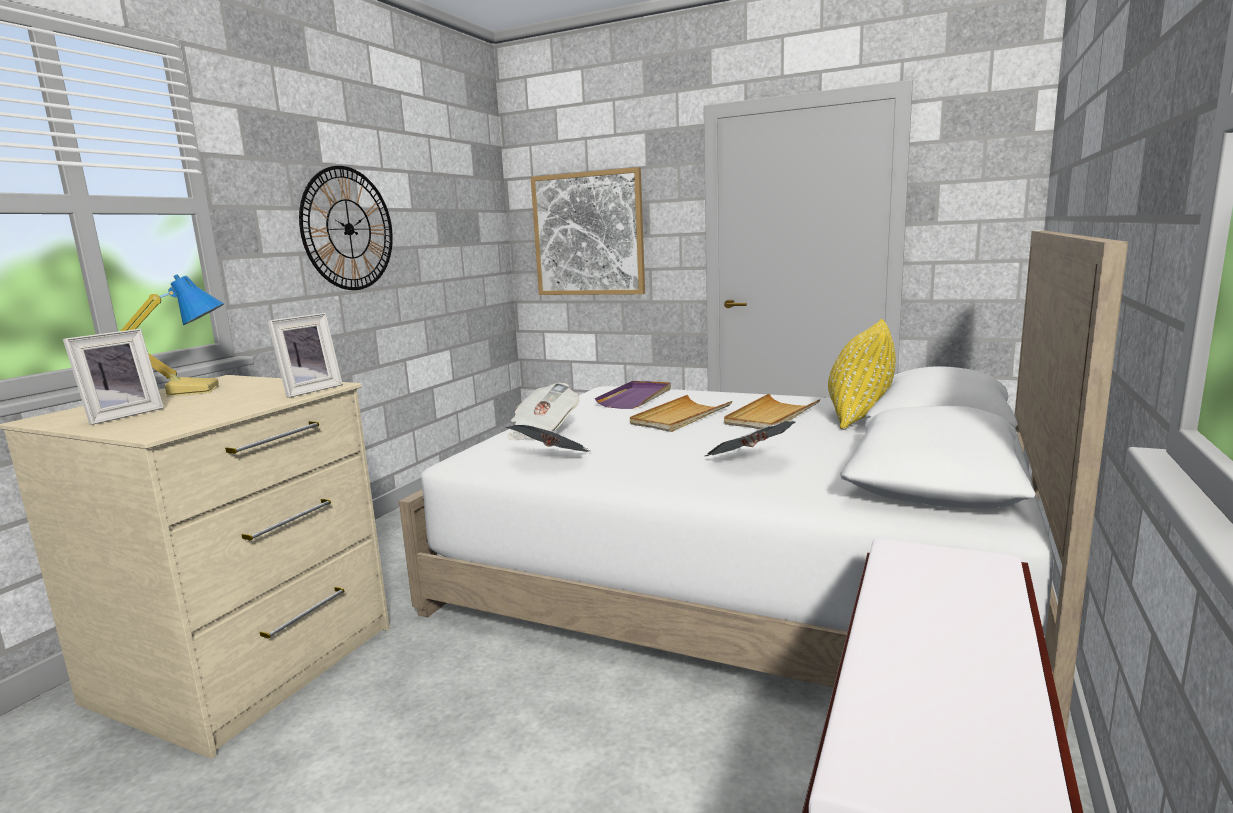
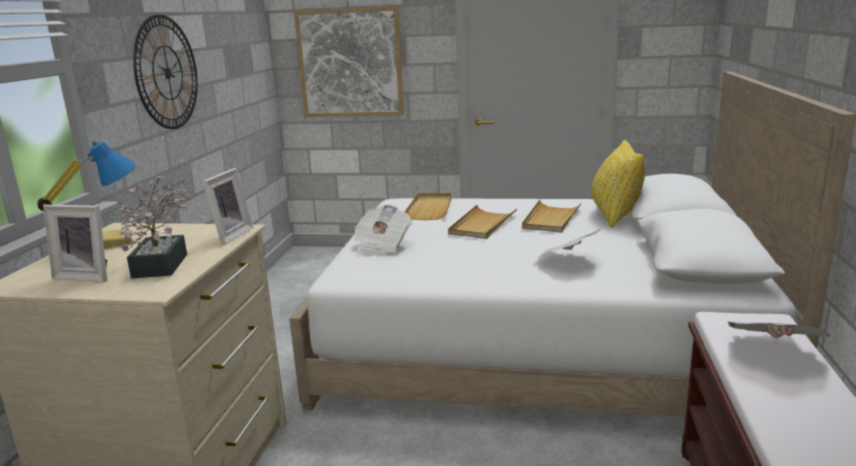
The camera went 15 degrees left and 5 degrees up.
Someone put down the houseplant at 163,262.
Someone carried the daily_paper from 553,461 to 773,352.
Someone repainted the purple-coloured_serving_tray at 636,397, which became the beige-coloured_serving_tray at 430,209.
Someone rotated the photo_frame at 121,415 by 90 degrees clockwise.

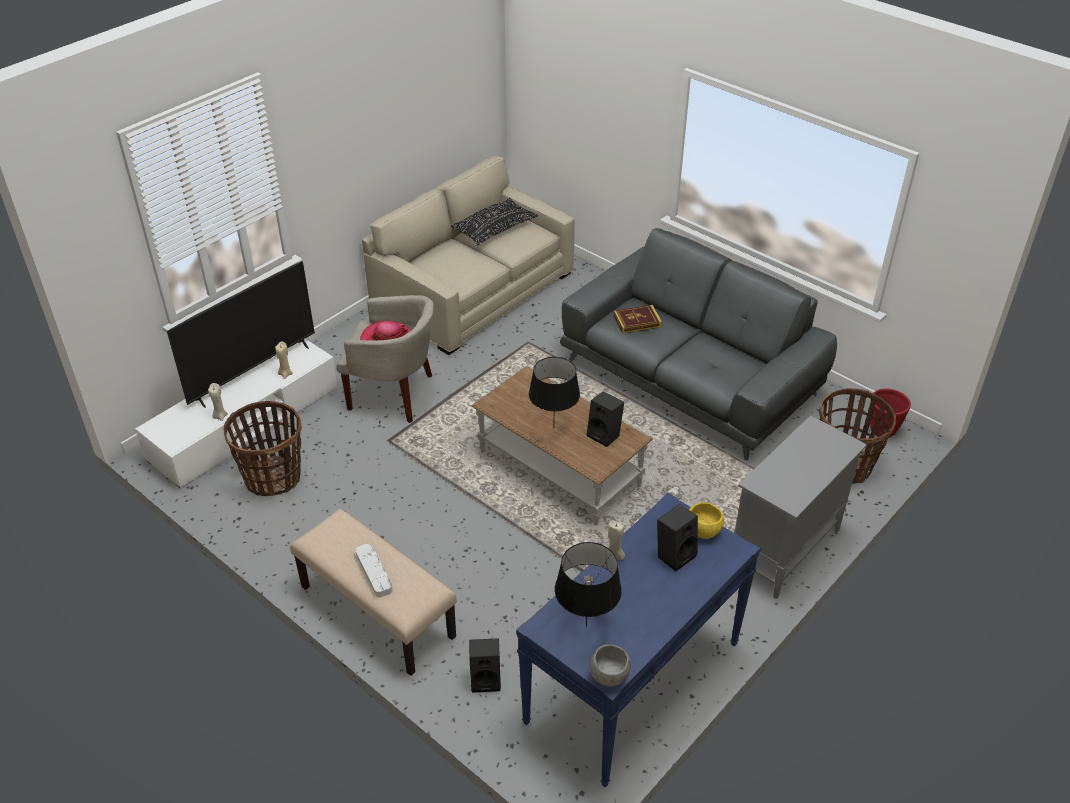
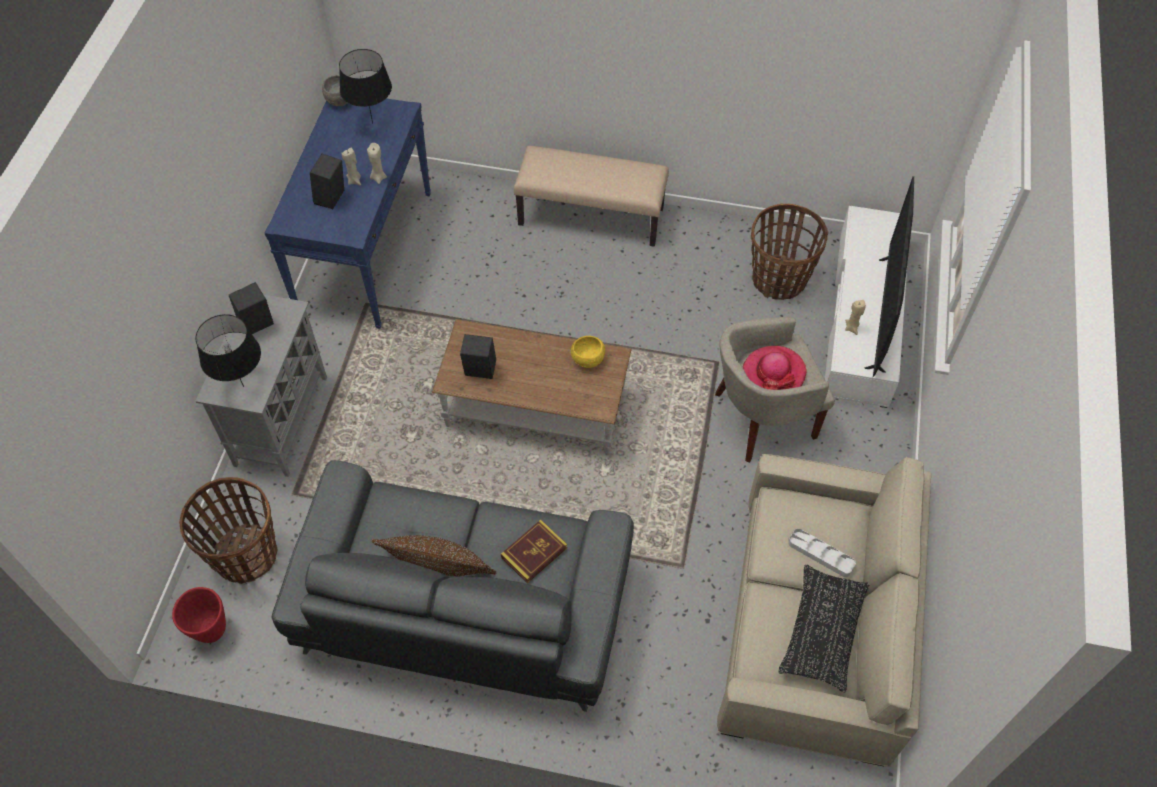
The camera went 150 degrees right and 15 degrees up.
Someone put down the brown-coloured_cushion at 438,568.
Someone carried the beige-coloured_candle from 220,416 to 354,180.
Someone carried the white_serving_tray from 374,572 to 820,554.
Someone carried the blackish_audio_speaker from 486,679 to 256,326.
Someone carried the blackish_table_lamp from 554,428 to 243,386.
Someone carried the yellow_bowl from 702,531 to 588,360.

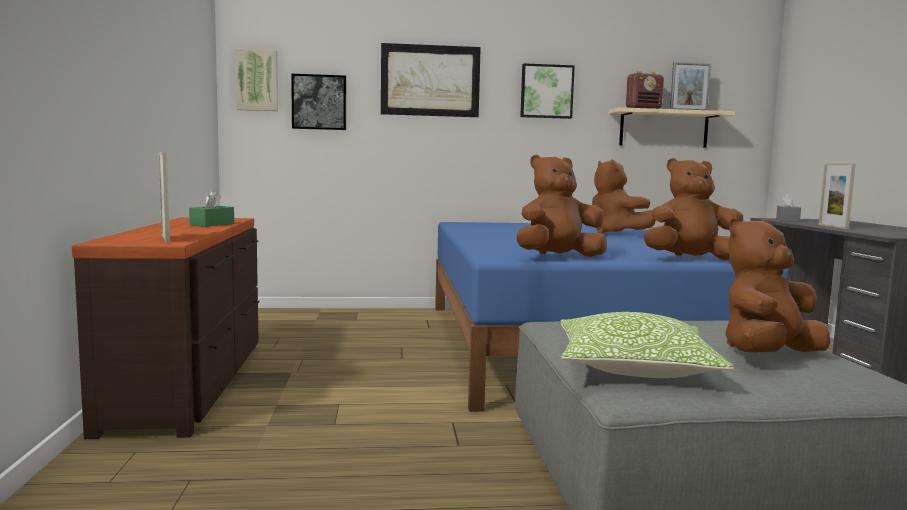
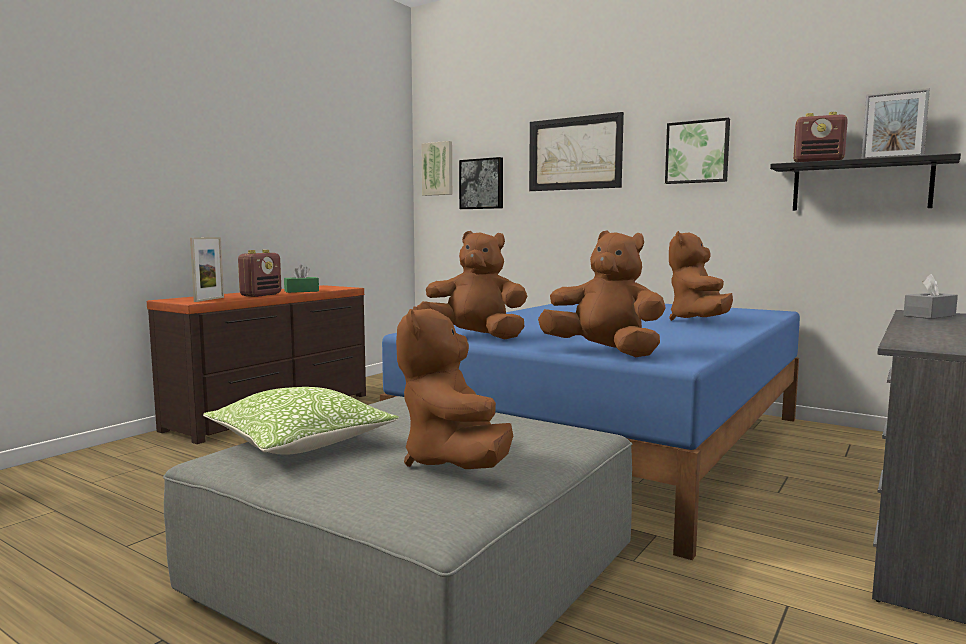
The camera went 40 degrees right and 0 degrees up.
Someone took away the photo_frame at 833,226.
Someone put down the radio_receiver at 261,295.
Someone repainted the beige-coloured_shelf at 663,129, which became the blackish_shelf at 860,186.
Someone rotated the brown-coloured_plush_toy at 768,356 by 105 degrees counterclockwise.

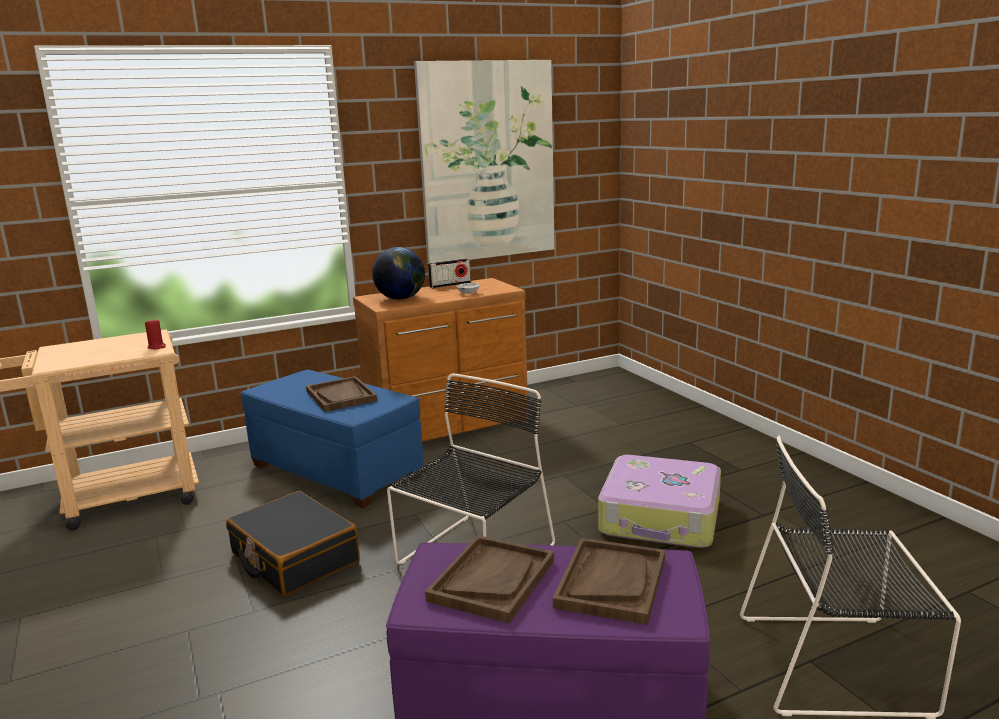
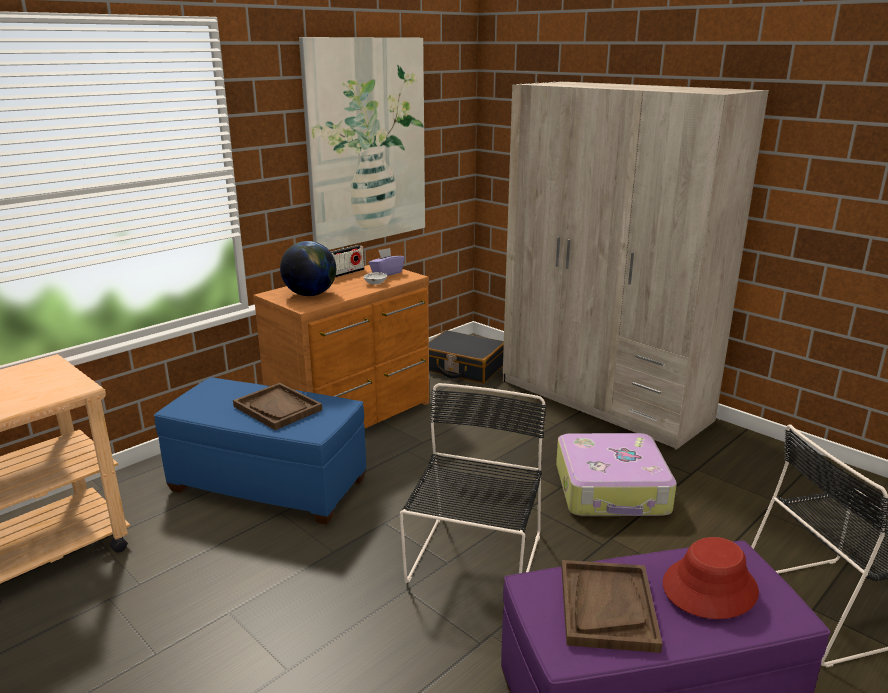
The camera went 20 degrees left and 5 degrees up.
Someone took away the red_candle at 157,347.
Someone put down the purple-coloured_tissue_holder at 386,273.
Someone put down the beige-coloured_armoire at 603,400.
Someone carried the blackish_suitcase from 294,558 to 463,367.
Someone swapped the brown-coloured_serving_tray at 611,582 for the red_clothing_hat at 709,587.

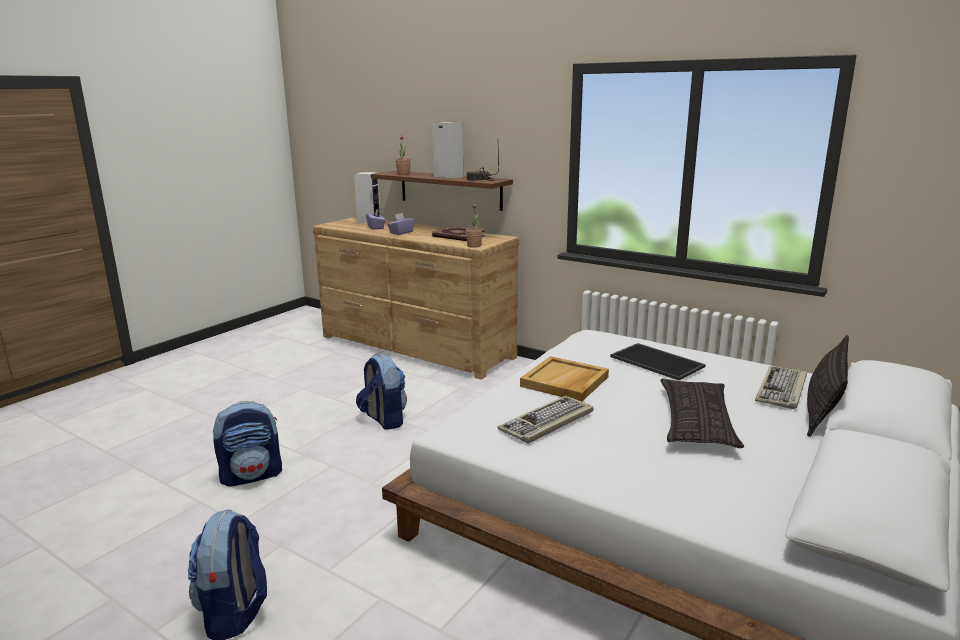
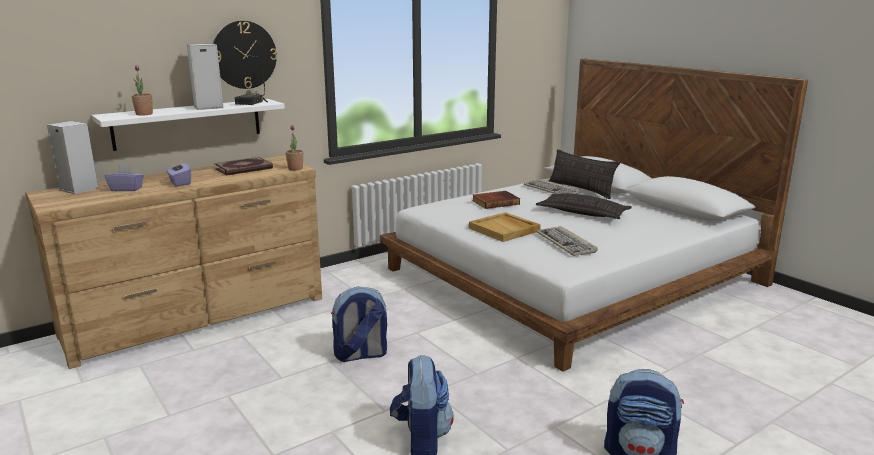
The camera went 70 degrees left and 0 degrees up.
Someone put up the hanging_clock at 244,55.
Someone swapped the serving_tray at 658,361 for the book at 495,202.
Someone repainted the brown-coloured_shelf at 450,190, which became the white_shelf at 188,124.

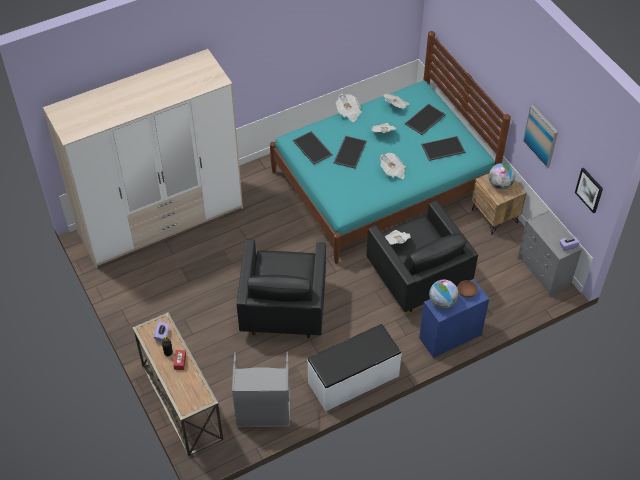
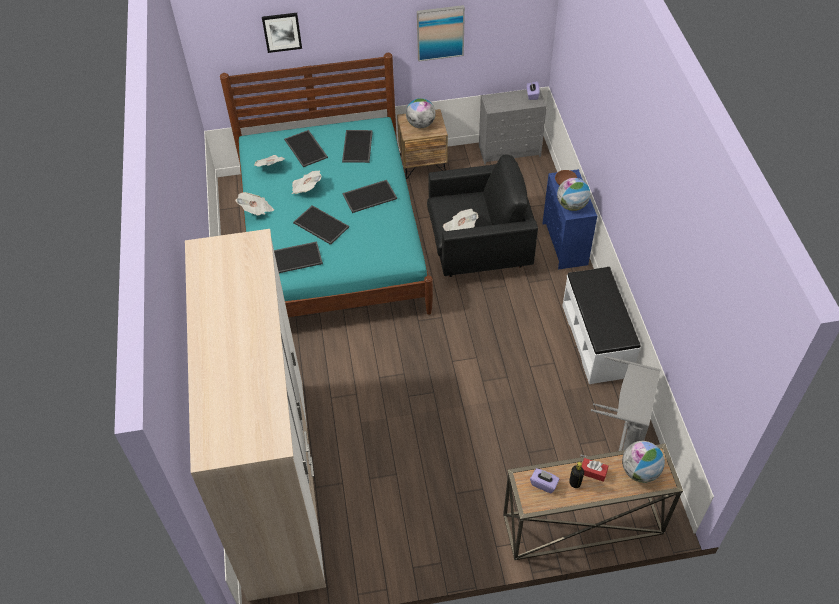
The camera went 70 degrees left and 0 degrees up.
Someone took away the blackish_easy_chair at 283,308.
Someone put down the world_globe at 640,471.
Someone carried the wall_picture from 589,190 to 282,32.
Someone swapped the daily_paper at 393,171 for the serving_tray at 370,196.

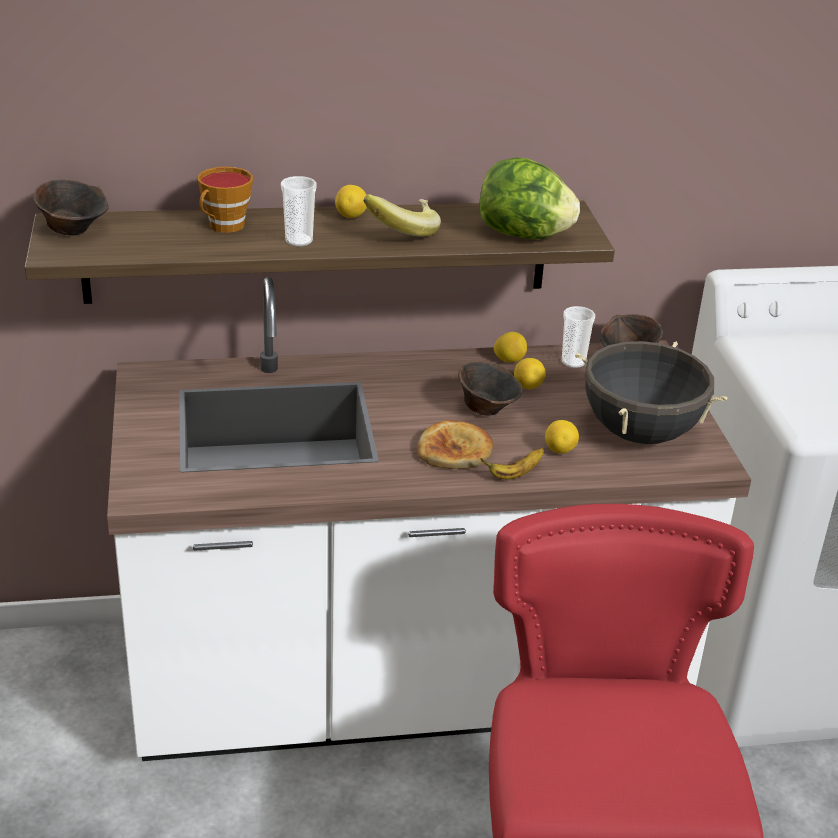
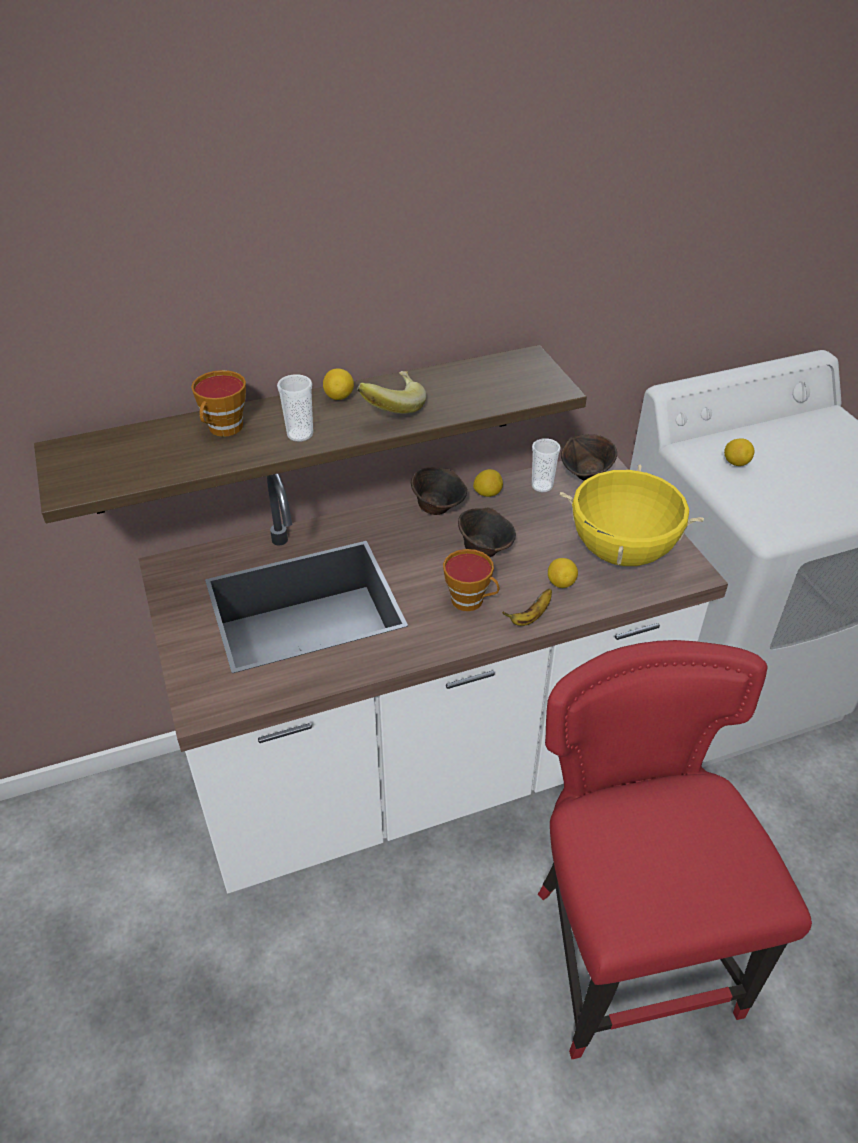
The camera went 10 degrees left and 10 degrees up.
Someone took away the head_of_lettuce at 523,235.
Someone carried the brown-coloured_bowl from 73,230 to 438,507.
Someone carried the whole_lemon from 528,386 to 736,463.
Someone swapped the bread at 455,450 for the small_cup at 471,601.
Someone repainted the blackish_cooking_pot at 640,433, which became the yellow_cooking_pot at 621,552.

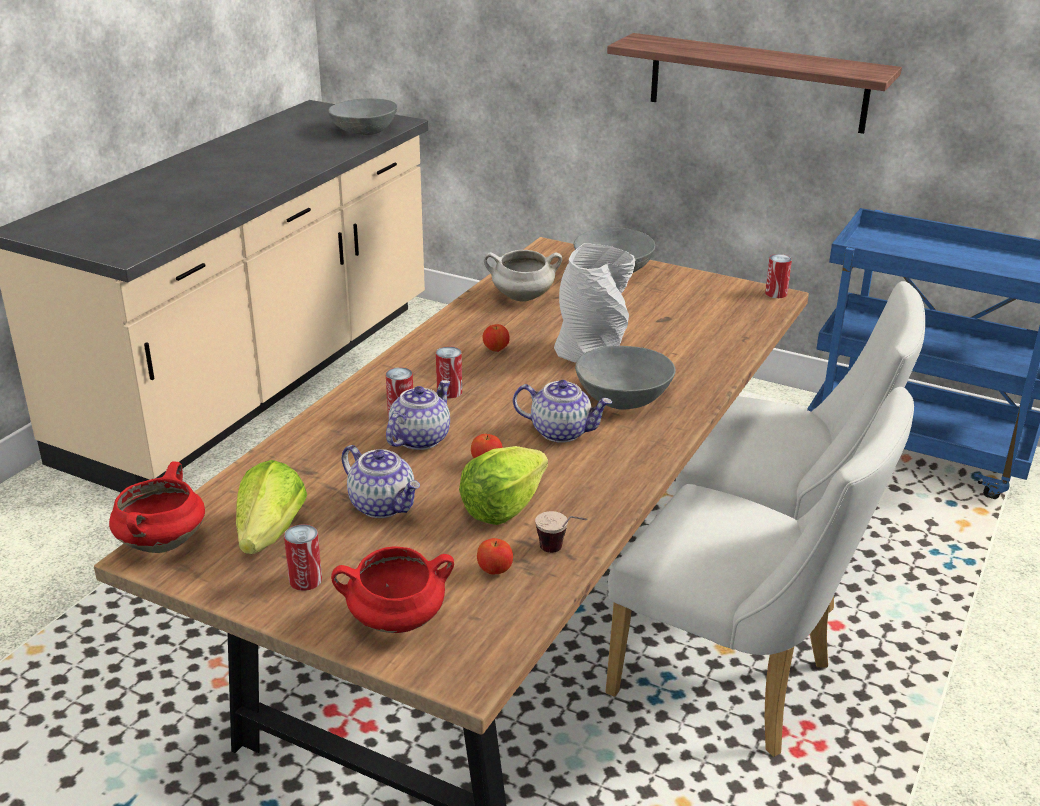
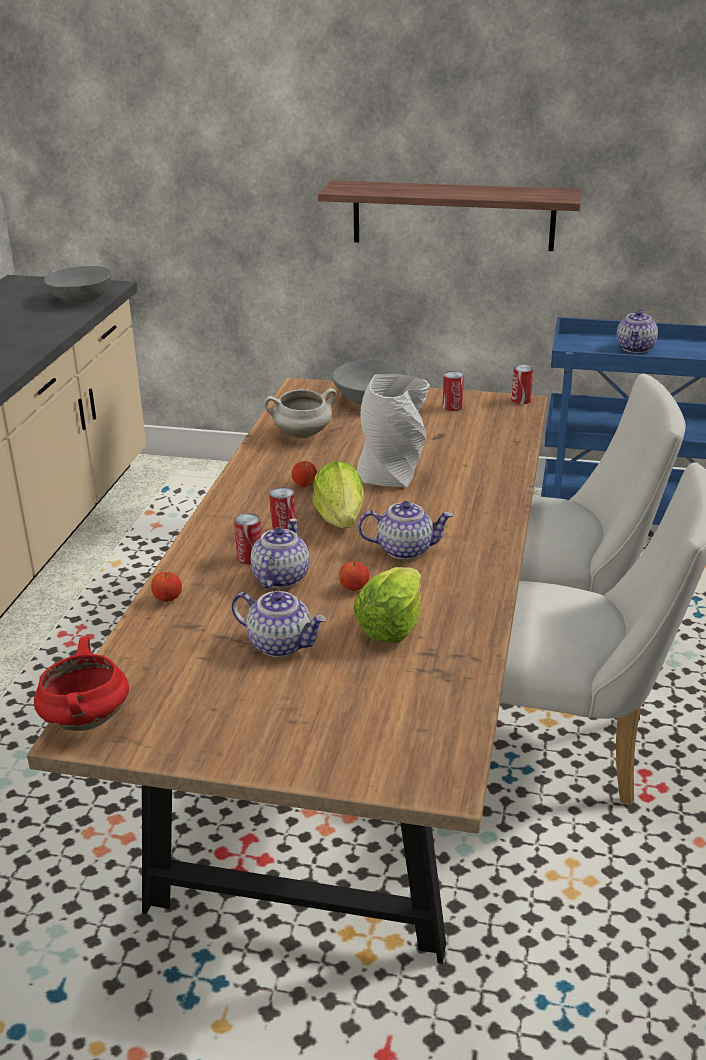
The camera went 15 degrees left and 0 degrees up.
Someone took away the red_cooking_pot at 395,622.
Someone took away the small_cup at 561,552.
Someone took away the greyish_bowl at 624,398.
Someone put down the teapot at 636,348.
Someone carried the head_of_lettuce from 270,535 to 340,519.
Someone carried the can from 305,580 to 452,407.
Someone carried the whole_apple from 495,571 to 168,599.

